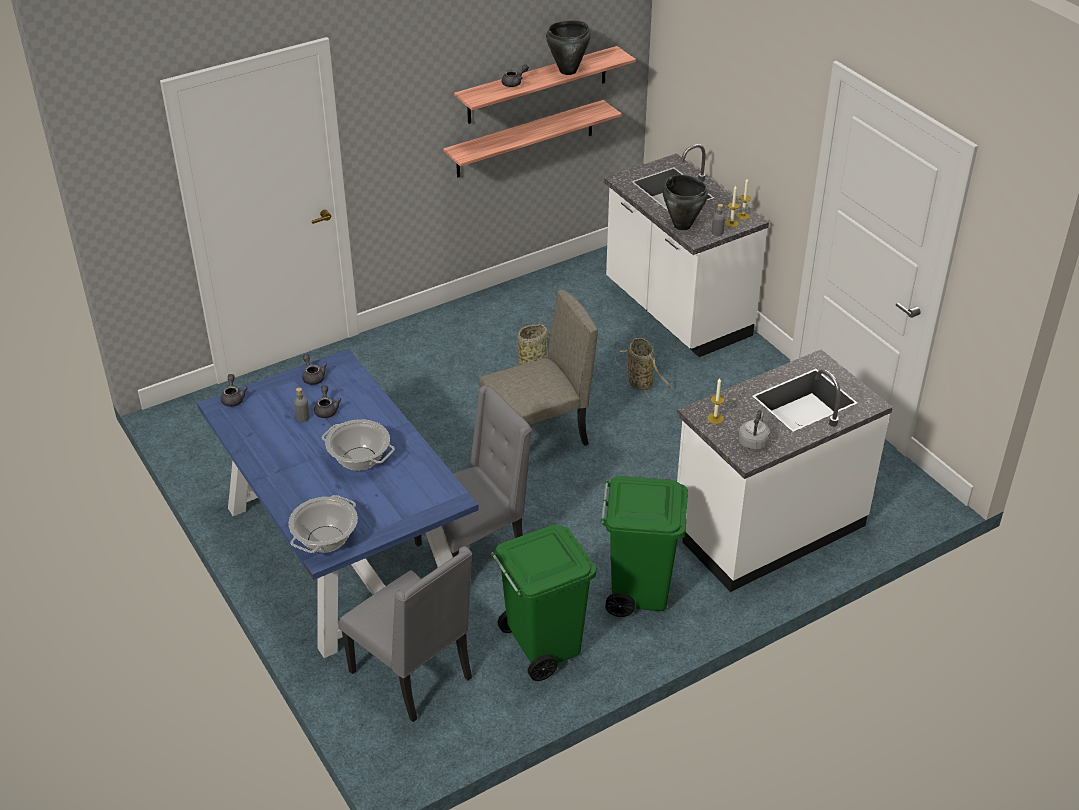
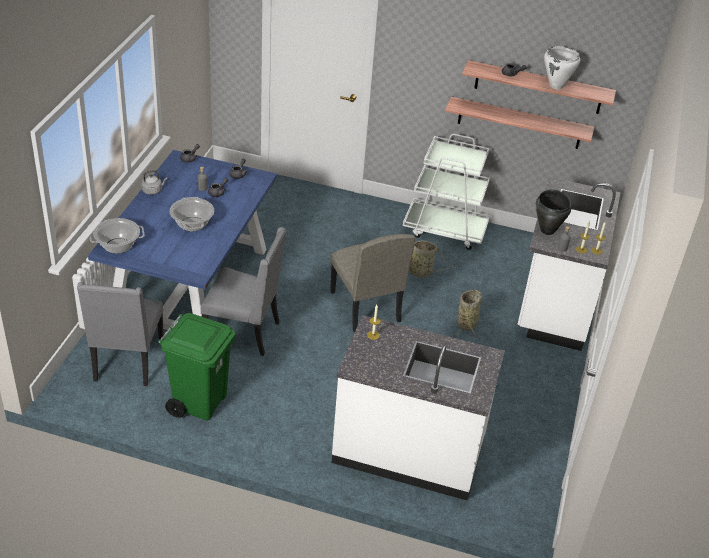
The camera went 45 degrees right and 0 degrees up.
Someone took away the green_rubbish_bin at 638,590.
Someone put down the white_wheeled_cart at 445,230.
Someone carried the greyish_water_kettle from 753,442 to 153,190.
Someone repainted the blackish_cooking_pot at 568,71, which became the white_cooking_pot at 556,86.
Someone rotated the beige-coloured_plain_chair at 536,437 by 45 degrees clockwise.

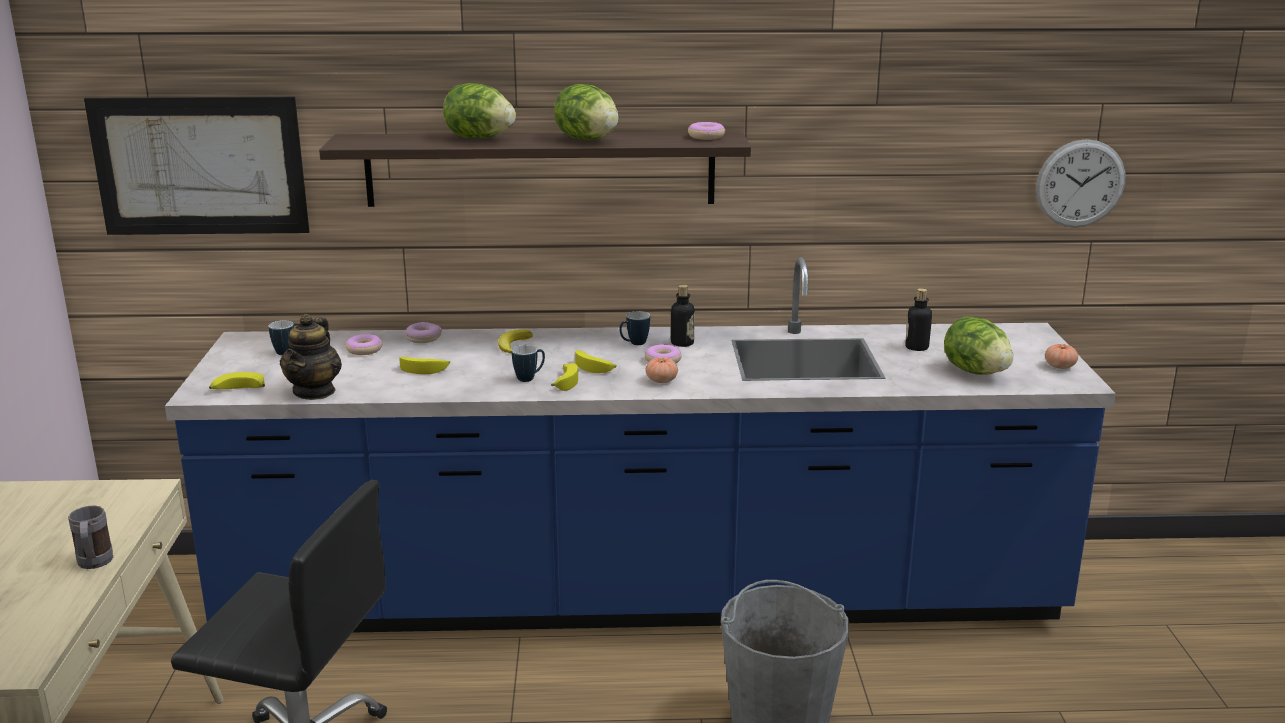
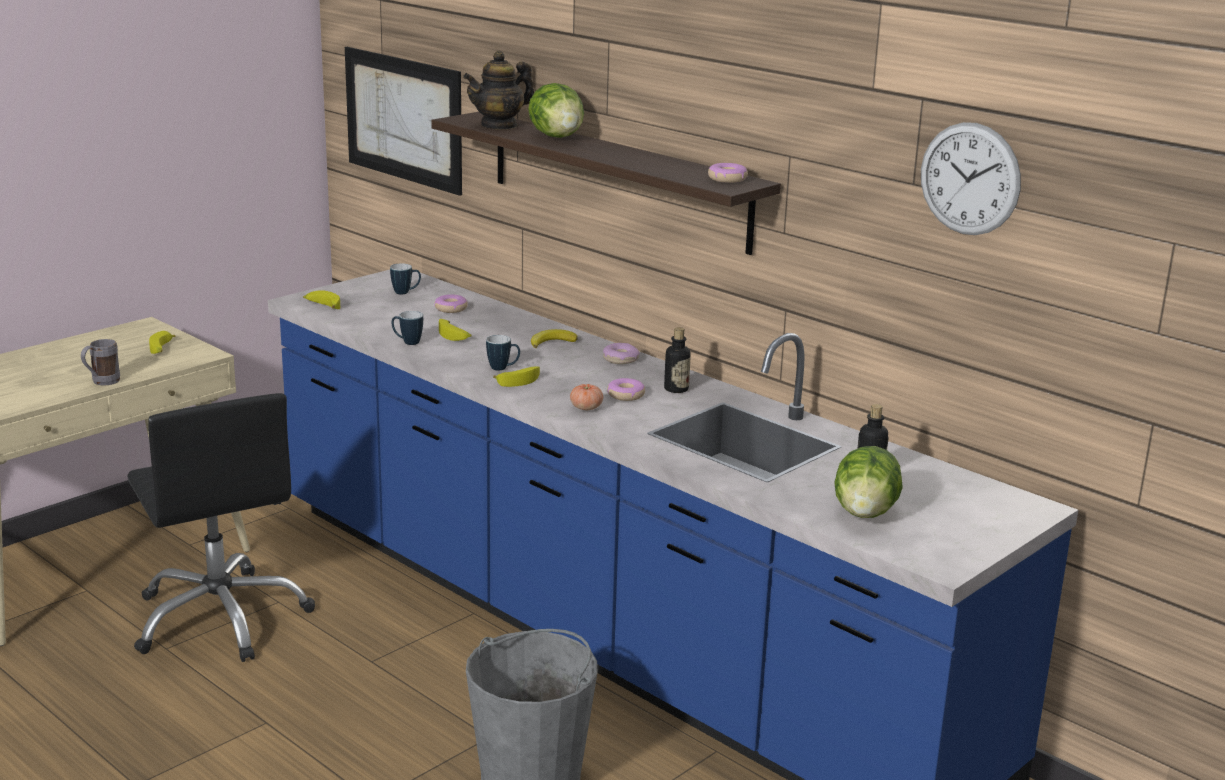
The camera went 45 degrees right and 0 degrees up.
Someone took away the head_of_lettuce at 587,139.
Someone took away the fresh_tomato at 1059,366.
Someone carried the teapot from 314,391 to 499,125.
Someone carried the donut from 424,338 to 620,359.
Someone carried the banana_fruit from 595,367 to 162,349.
Someone carried the coffee_mug from 634,344 to 407,342.
Someone carried the hanging_clock from 1080,183 to 969,179.

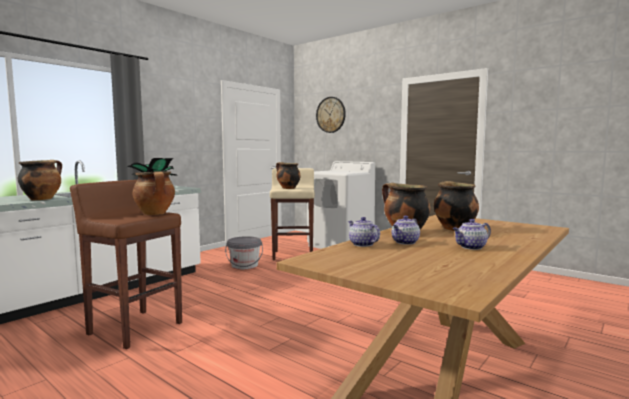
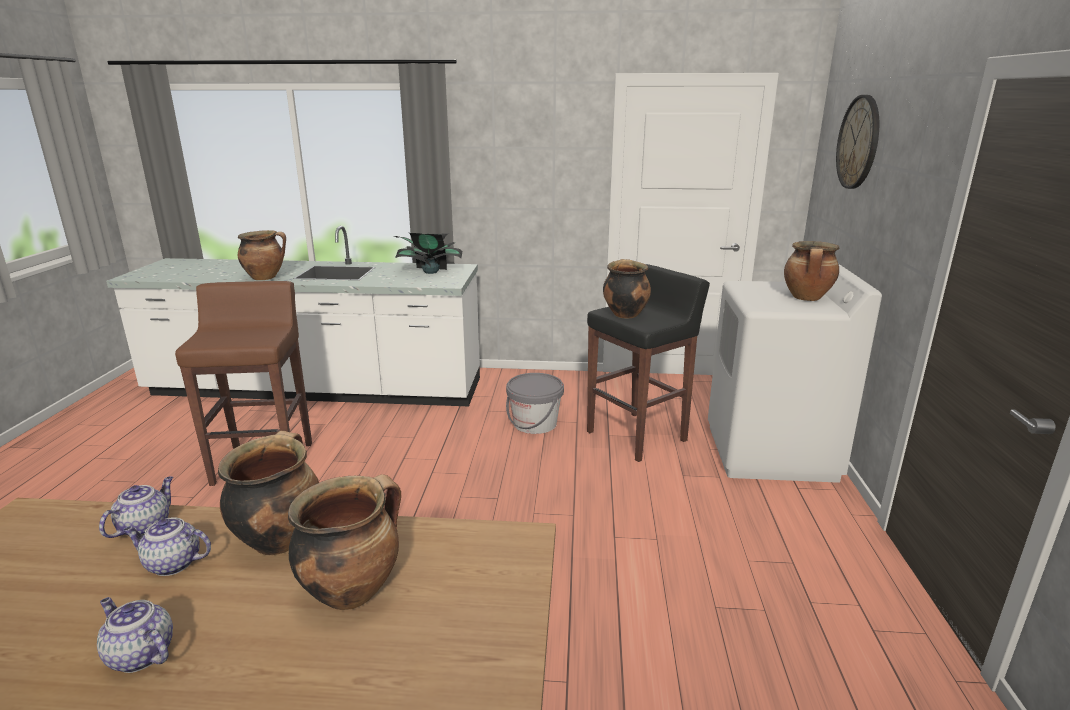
The camera went 55 degrees right and 15 degrees up.
Someone carried the cooking_pot from 155,214 to 807,298.
Someone repainted the beige-coloured_stool_seat at 293,255, which became the blackish_stool_seat at 638,436.

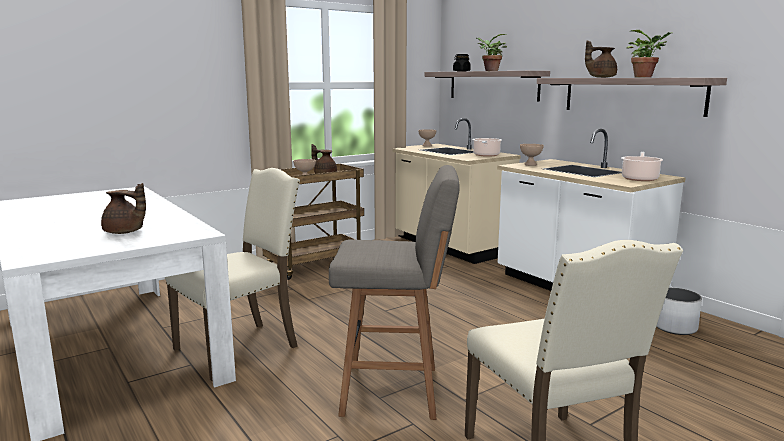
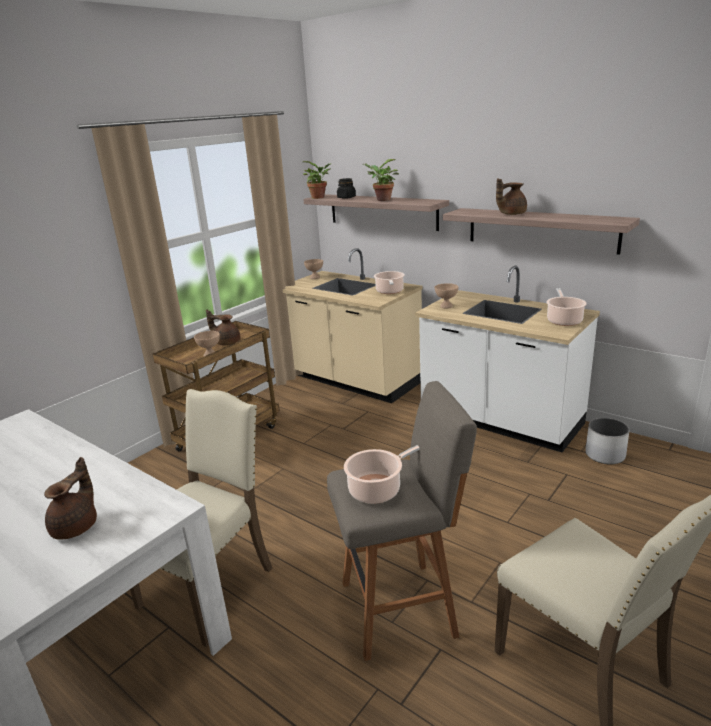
The camera went 15 degrees left and 10 degrees up.
Someone put down the cooking_pot at 378,489.
Someone carried the houseplant from 645,77 to 319,197.
Someone rotated the brown-coloured_teapot at 125,232 by 75 degrees counterclockwise.

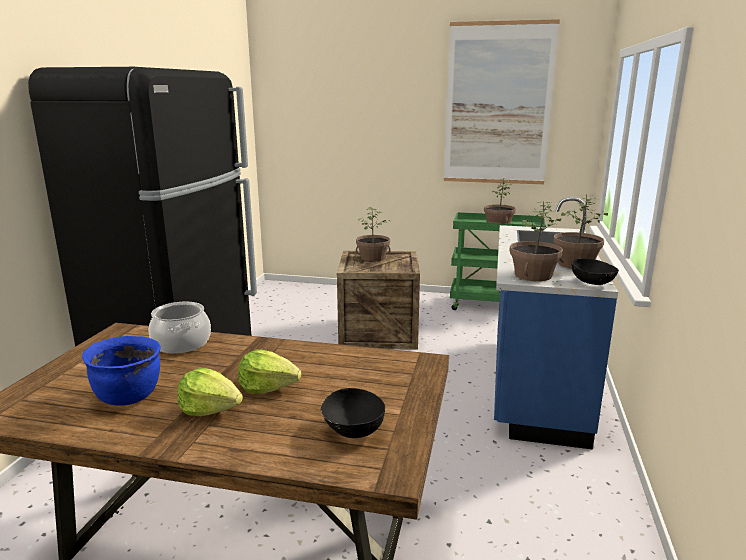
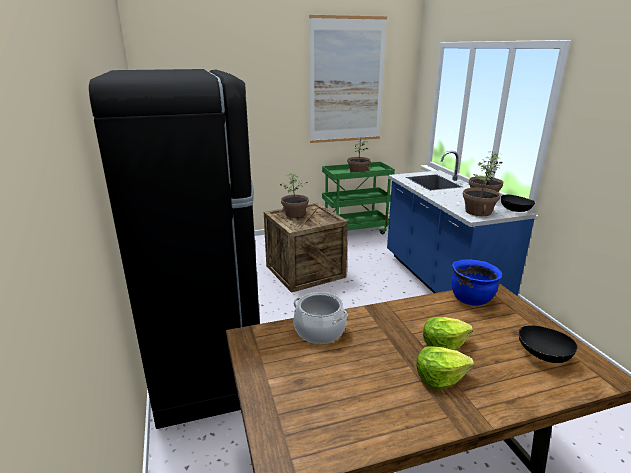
The camera went 30 degrees left and 5 degrees up.
Someone carried the blue_cooking_pot from 129,396 to 471,299.

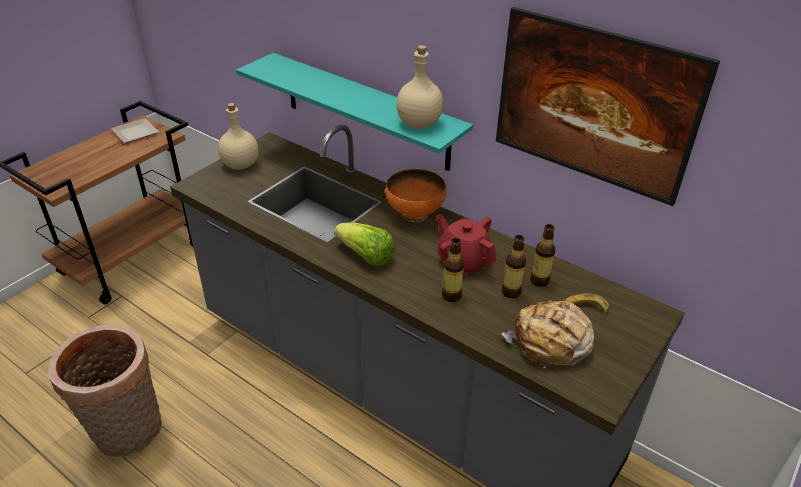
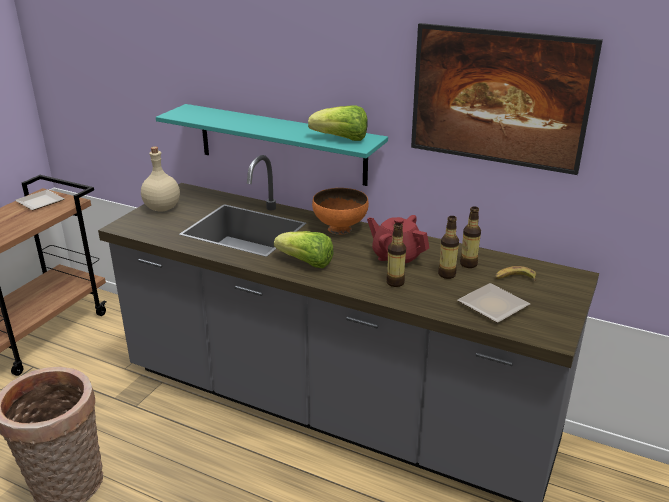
The camera went 10 degrees left and 10 degrees down.
Someone swapped the beige-coloured_drink_bottle at 419,123 for the head_of_lettuce at 341,139.
Someone swapped the bread at 551,343 for the flat_dish at 495,306.

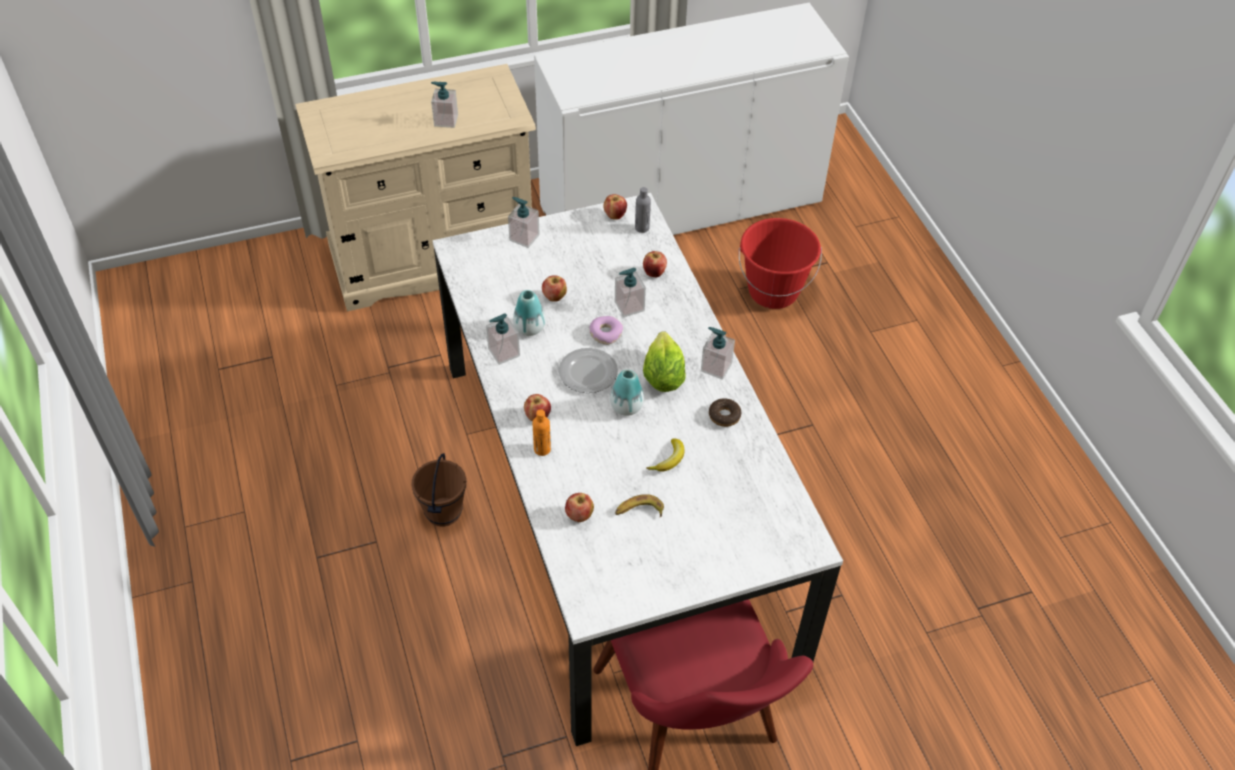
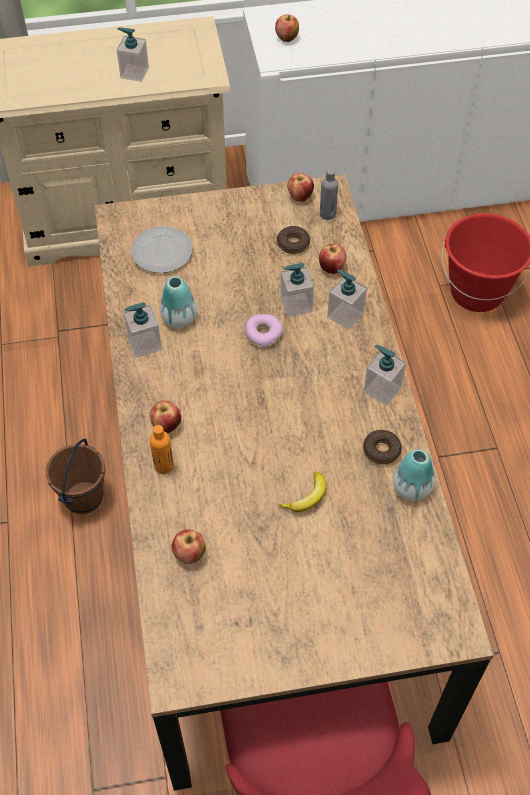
The camera went 10 degrees right and 5 degrees up.
Someone took away the banana_fruit at 639,511.
Someone took away the head_of_lettuce at 663,377.
Someone put down the donut at 293,243.
Someone carried the soap_bottle from 524,237 to 345,315.
Someone carried the whole_apple from 554,297 to 286,38.
Someone carried the flat_dish from 588,372 to 162,252.
Someone carried the vase from 626,407 to 411,488.
Someone repainted the white_kitchen_table at 615,508, which became the brown-coloured_kitchen_table at 266,517.

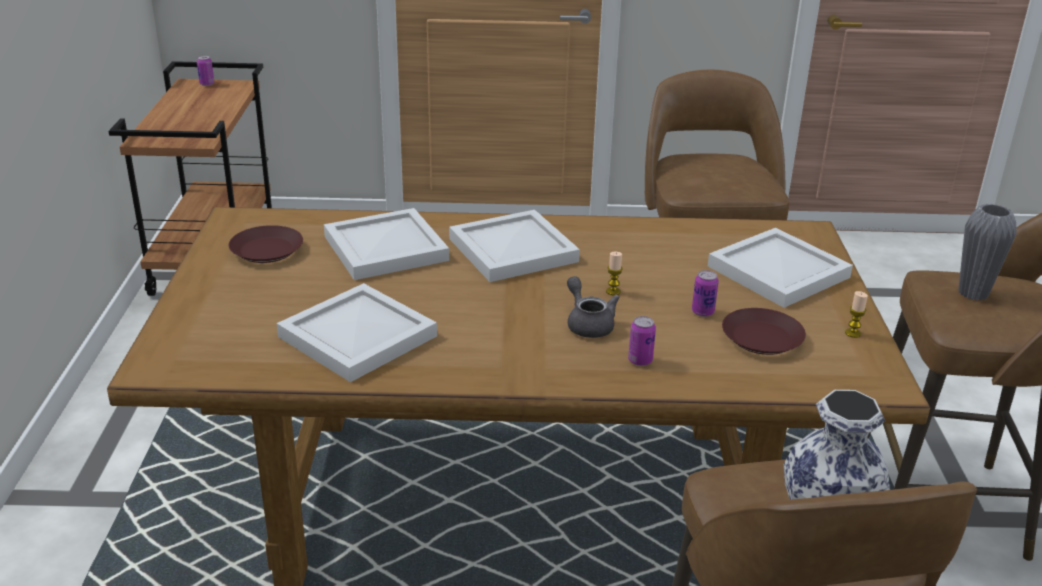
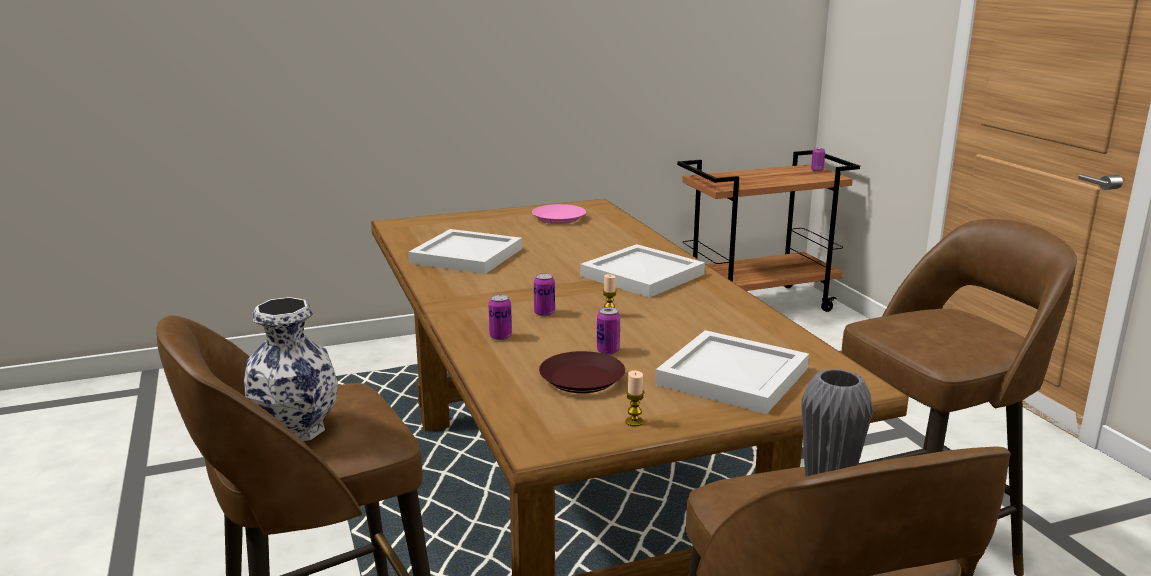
The camera went 70 degrees right and 10 degrees down.
Someone took away the white_serving_tray at 386,247.
Someone swapped the greyish_teapot at 588,324 for the can at 544,313.
Someone repainted the brown-coloured_flat_dish at 266,250, which became the pinkish_flat_dish at 558,218.

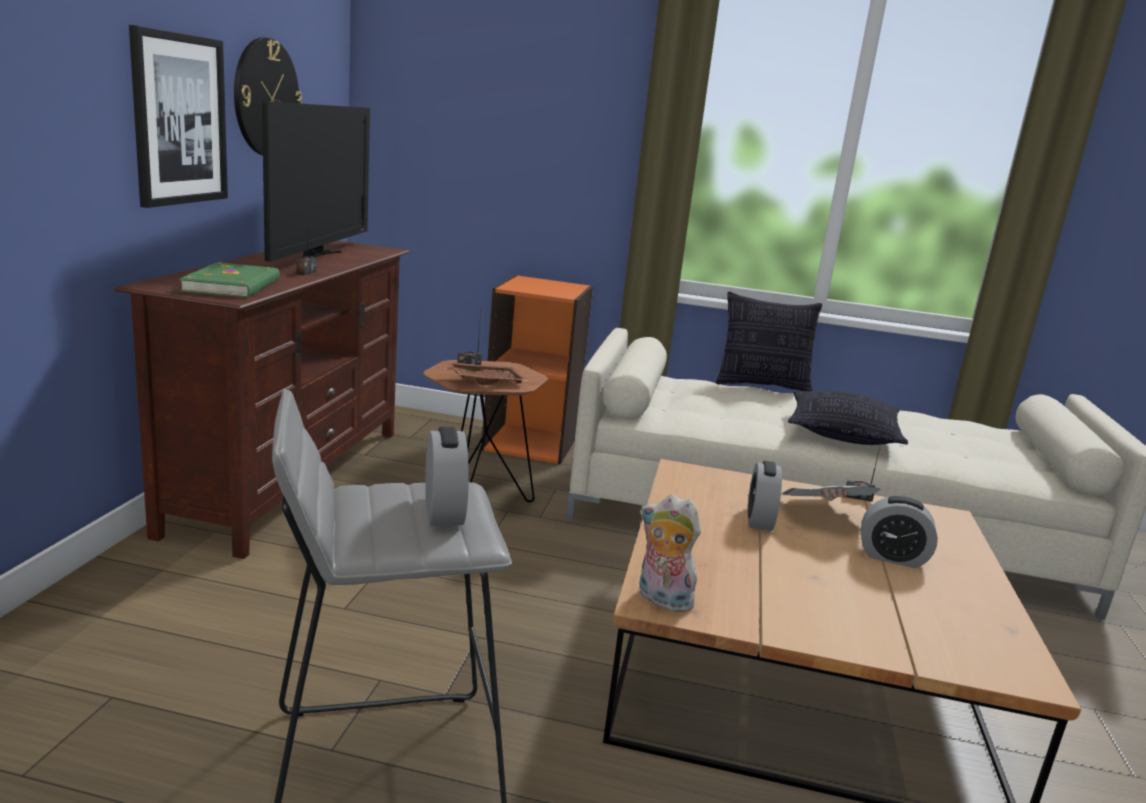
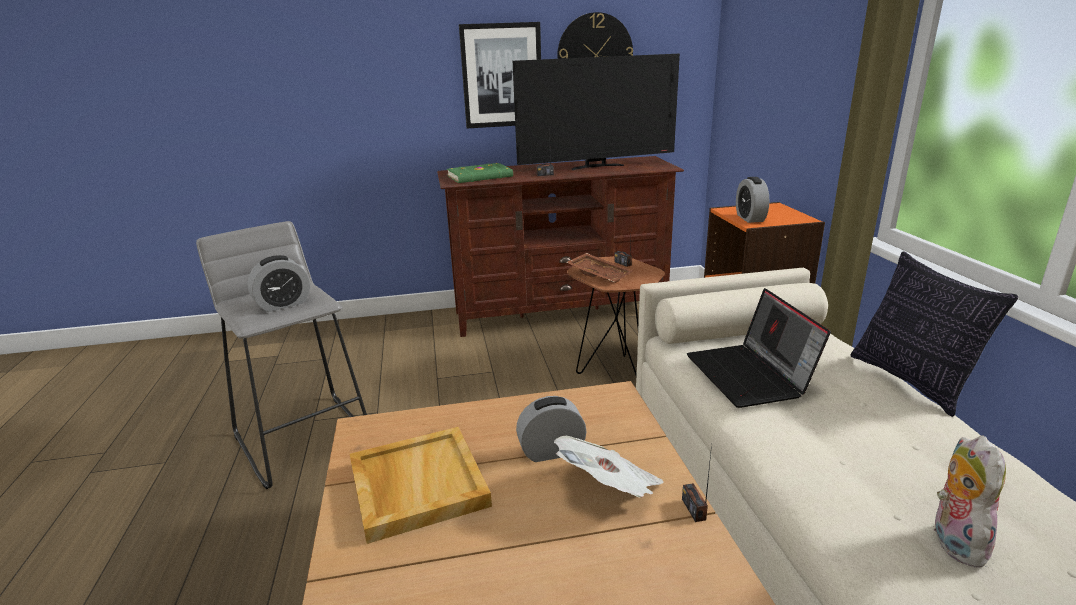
The camera went 70 degrees right and 5 degrees up.
Someone took away the cushion at 842,434.
Someone put down the beige-coloured_serving_tray at 416,485.
Someone put down the notebook_computer at 750,376.
Someone carried the plush_toy from 661,600 to 953,541.
Someone carried the table_clock from 892,557 to 750,218.

